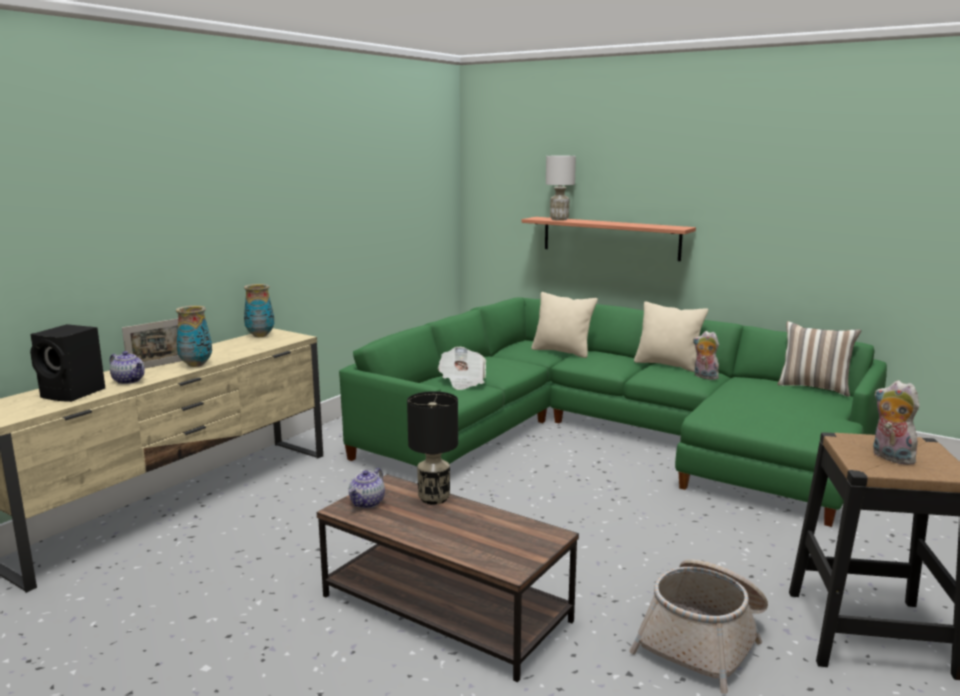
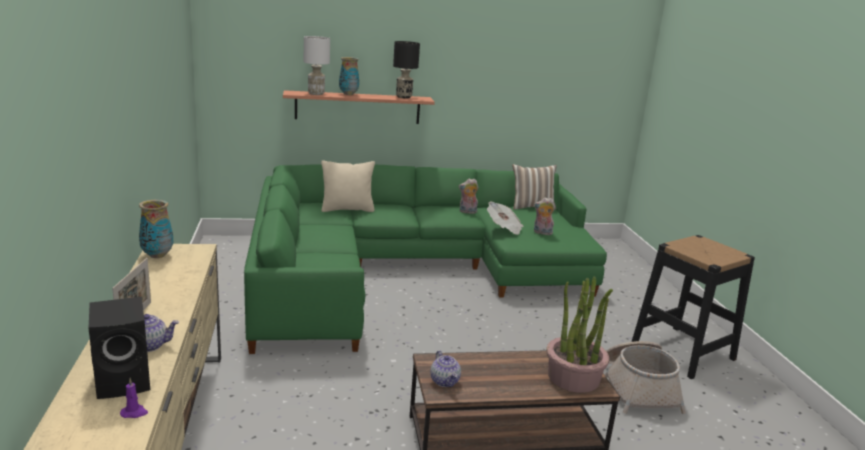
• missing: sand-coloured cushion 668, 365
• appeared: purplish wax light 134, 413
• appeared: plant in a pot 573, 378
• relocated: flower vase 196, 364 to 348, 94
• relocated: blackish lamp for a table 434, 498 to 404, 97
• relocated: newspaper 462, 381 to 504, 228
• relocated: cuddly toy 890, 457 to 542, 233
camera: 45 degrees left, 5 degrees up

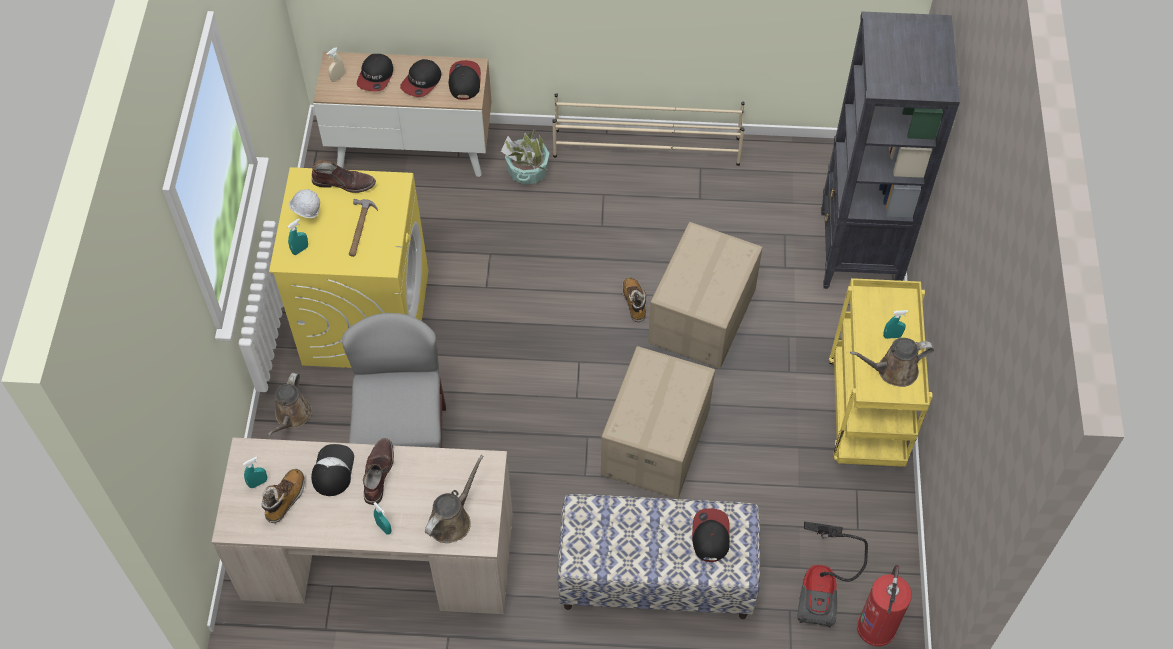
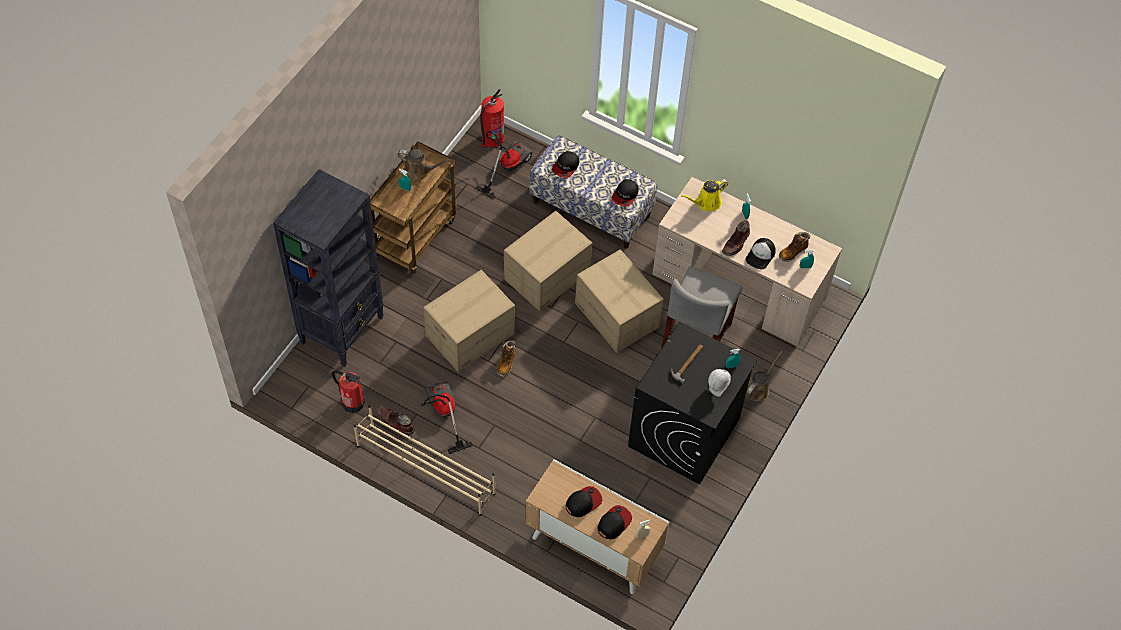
• missing: plant in a pot 527, 171
• appeared: fire extinguisher 352, 402
• appeared: vacuum 443, 414
• appeared: packing box 617, 315
• relocated: brown tall boot 344, 182 to 395, 422
• relocated: peaked cap 464, 81 to 625, 195
• colour: yellowish laundry appliance 365, 316 to blackish laundry appliance 684, 433
• colour: brown watering pot 452, 520 to yellowish watering pot 706, 203
• colour: yellowish wheeled cart 867, 415 to brown wheeled cart 415, 235
camera: 155 degrees left, 0 degrees up

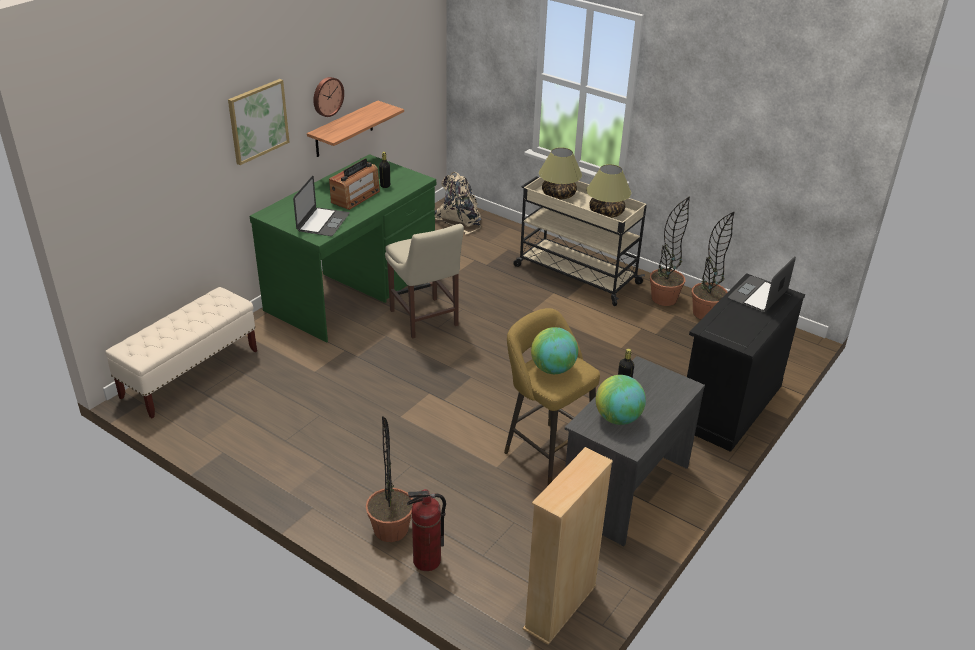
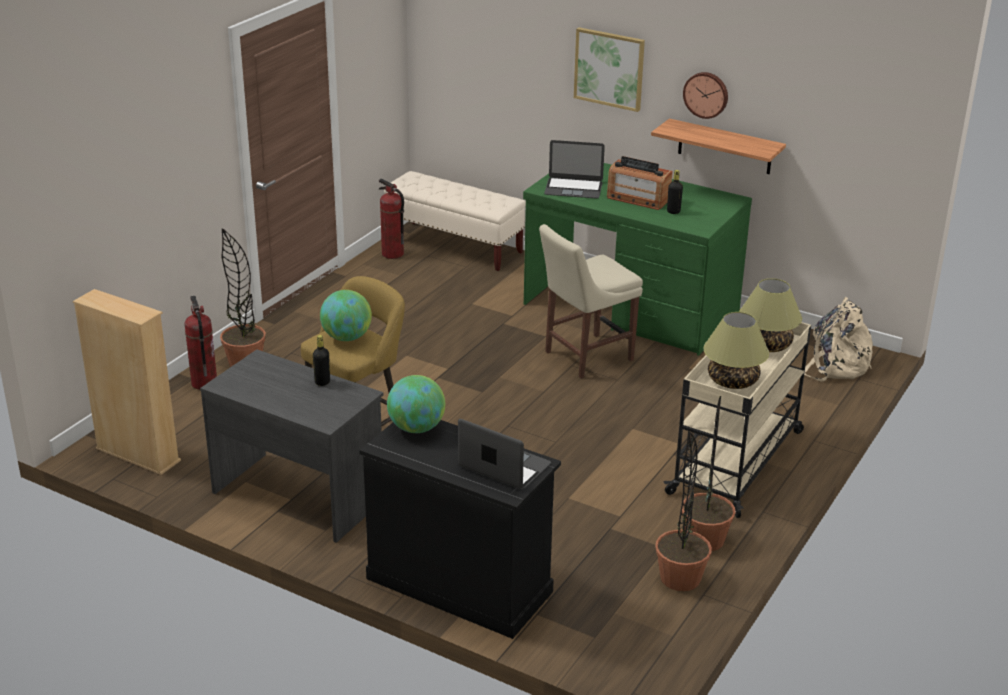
• appeared: fire extinguisher 392, 254
• relocated: desk globe 617, 418 to 416, 428
camera: 85 degrees right, 5 degrees down

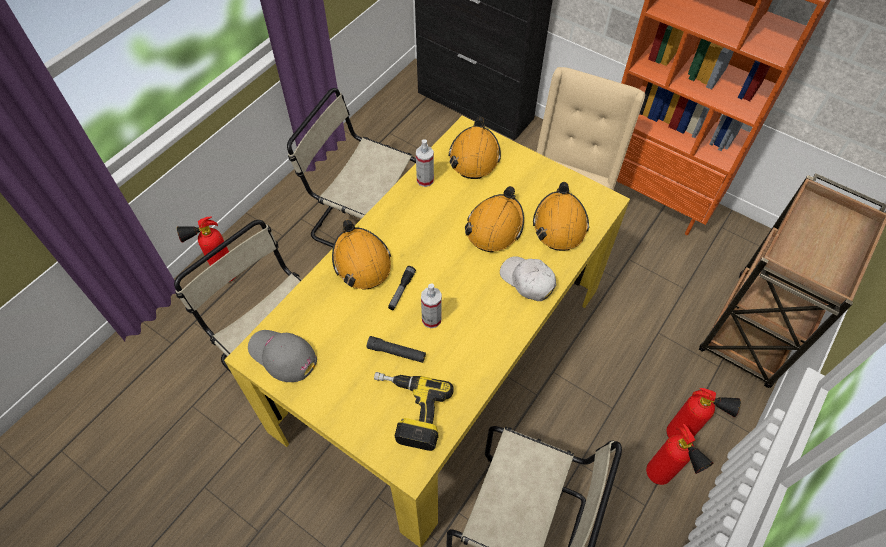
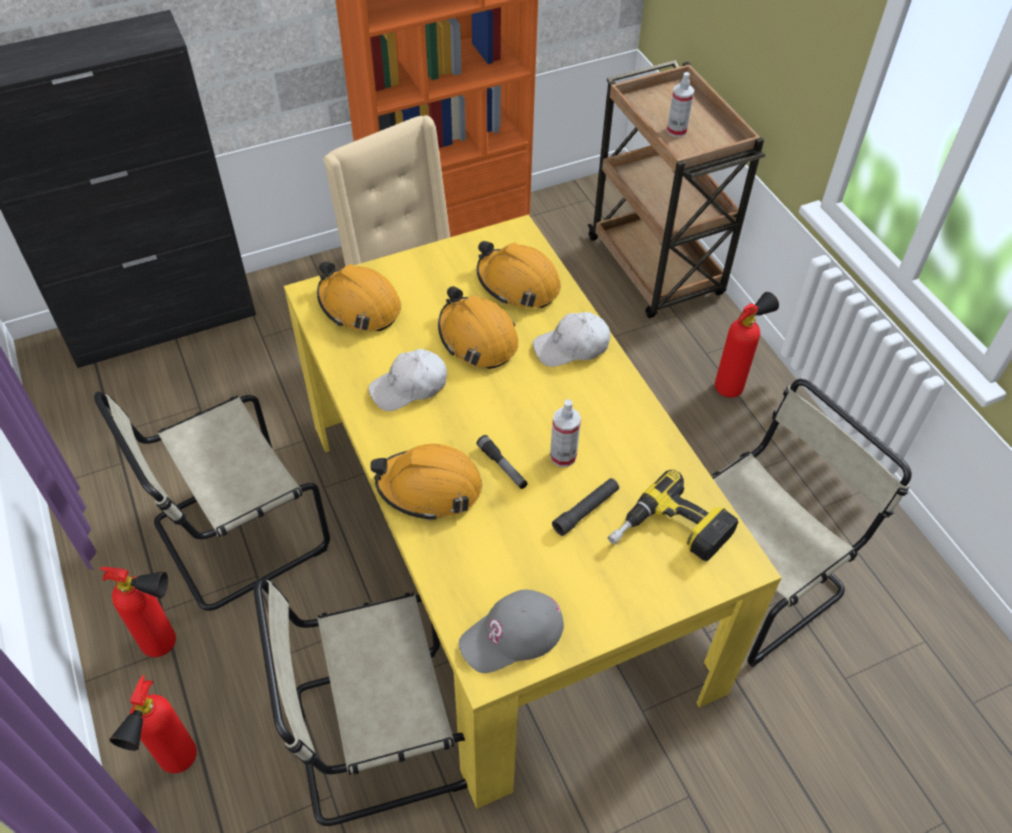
• appeared: white peaked cap 409, 387
• relocated: hand sprayer 425, 180 to 676, 131
• relocated: fire extinguisher 661, 479 to 168, 644
camera: 60 degrees left, 5 degrees down

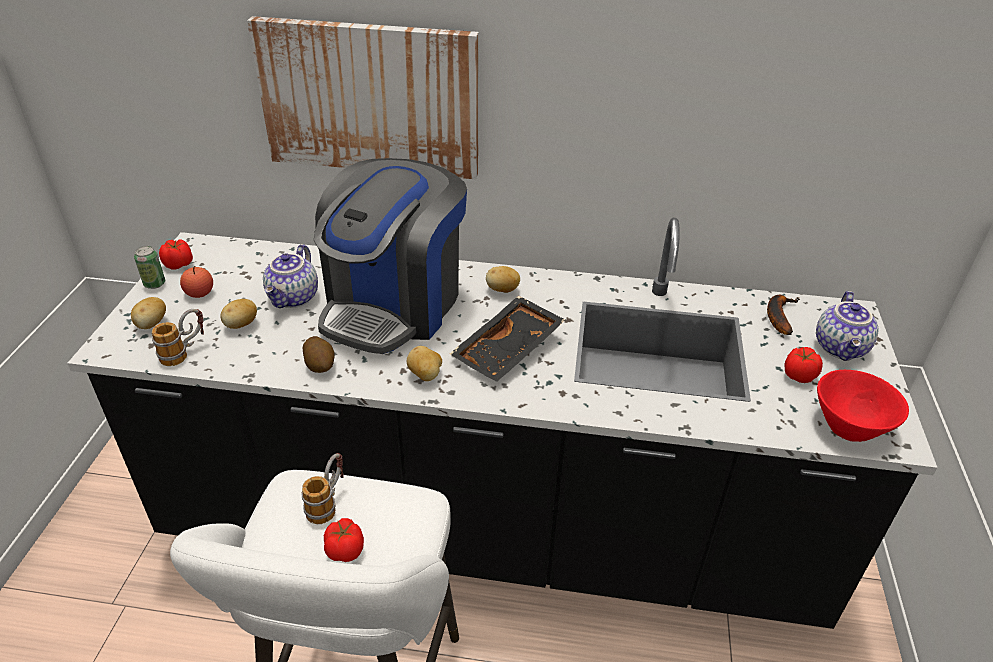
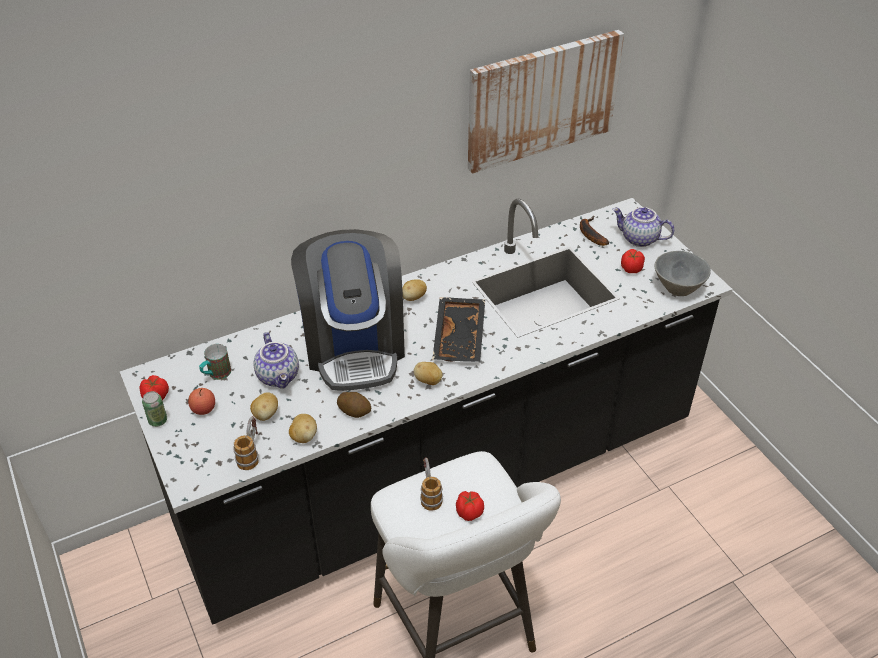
• appeared: mug 216, 375
• relocated: spud 152, 324 to 304, 436
• relocated: wall art 370, 98 to 542, 99
• colour: reddish bowl 852, 427 to gray bowl 679, 287
• spun: teapot 841, 348 = 639, 239 135 degrees clockwise
camera: 35 degrees left, 5 degrees up

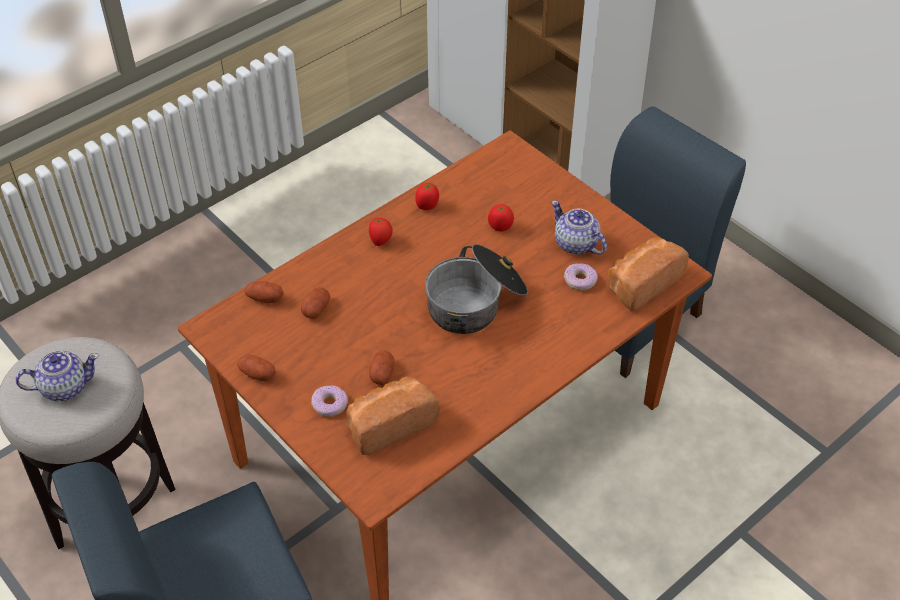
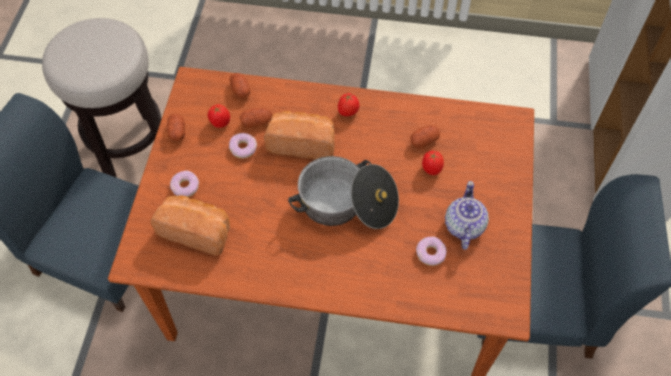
• missing: teapot 64, 387
• appeared: doughnut 243, 148
• relocated: spud 382, 373 to 424, 140
• relocated: tomato 427, 206 to 220, 123
• relocated: bread 641, 283 to 302, 142
camera: 50 degrees right, 10 degrees up

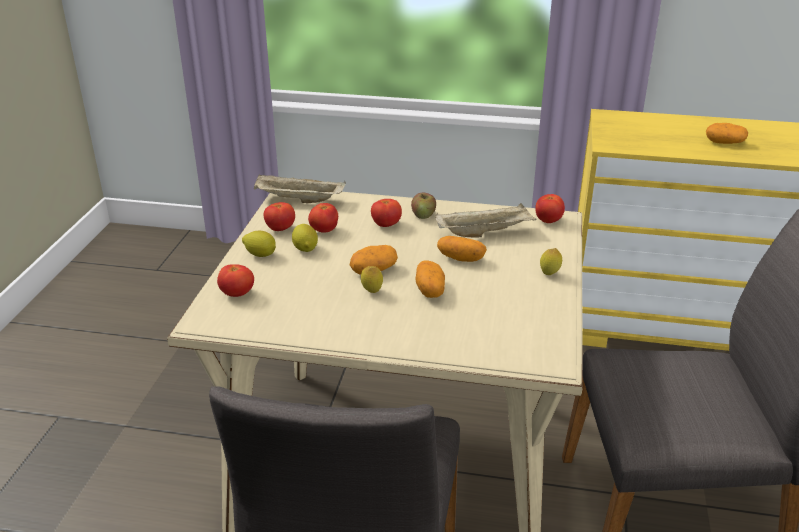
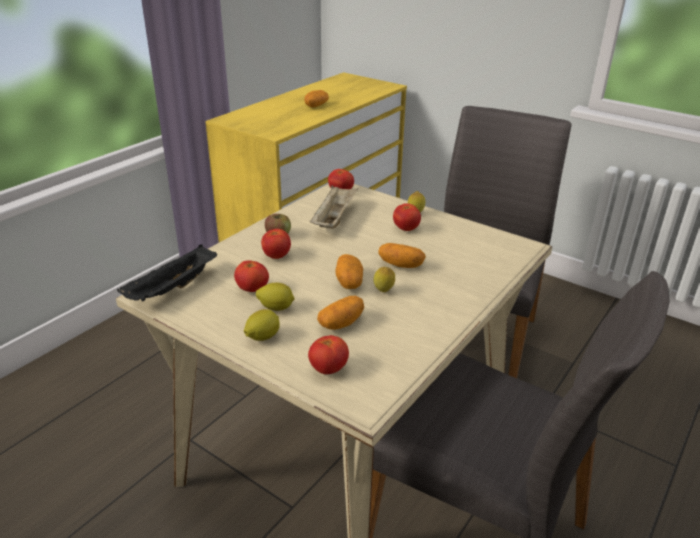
• relocated: tomato 280, 229 to 406, 229
• relocated: spud 461, 258 to 341, 323
• colour: sand-coloured serving tray 298, 200 to blackish serving tray 172, 289
camera: 65 degrees left, 0 degrees up

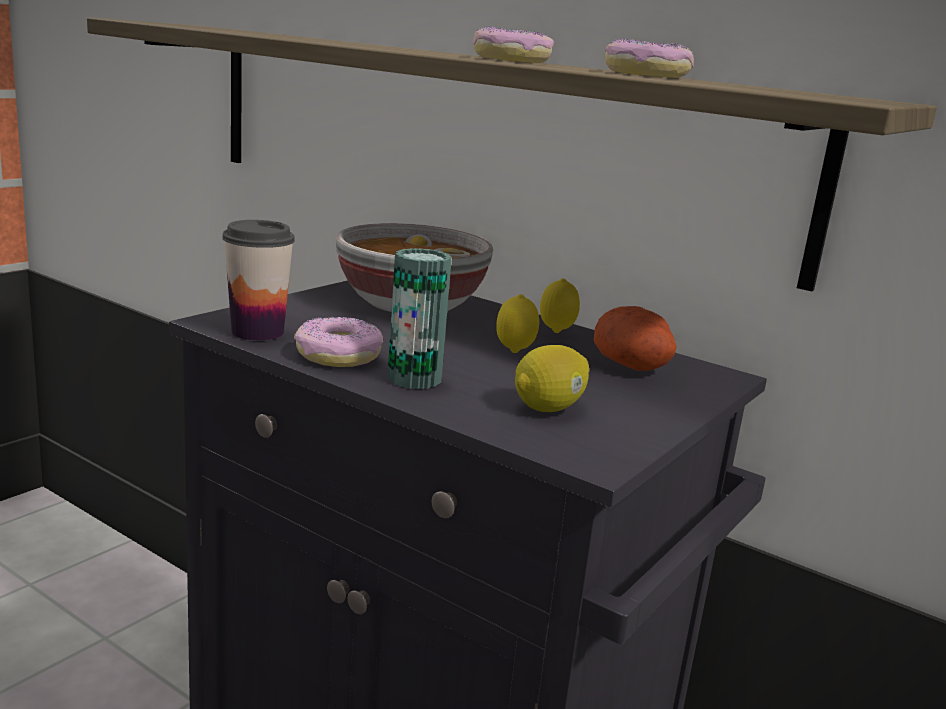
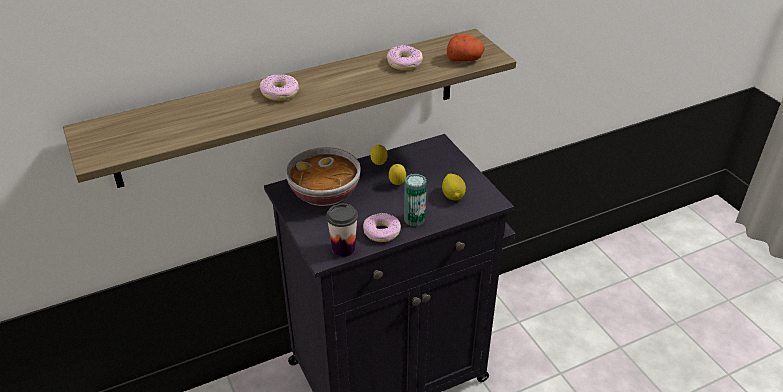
• relocated: doughnut 511, 60 to 280, 93
• relocated: spud 633, 366 to 465, 59
camera: 60 degrees left, 20 degrees up

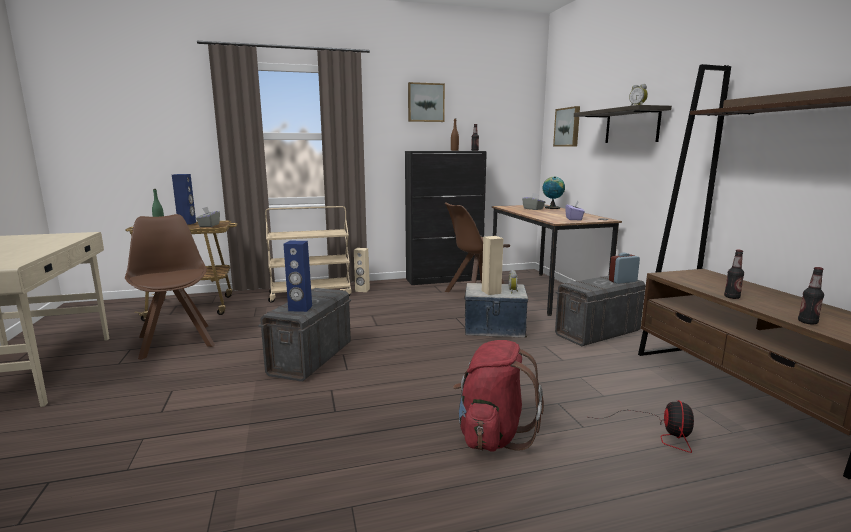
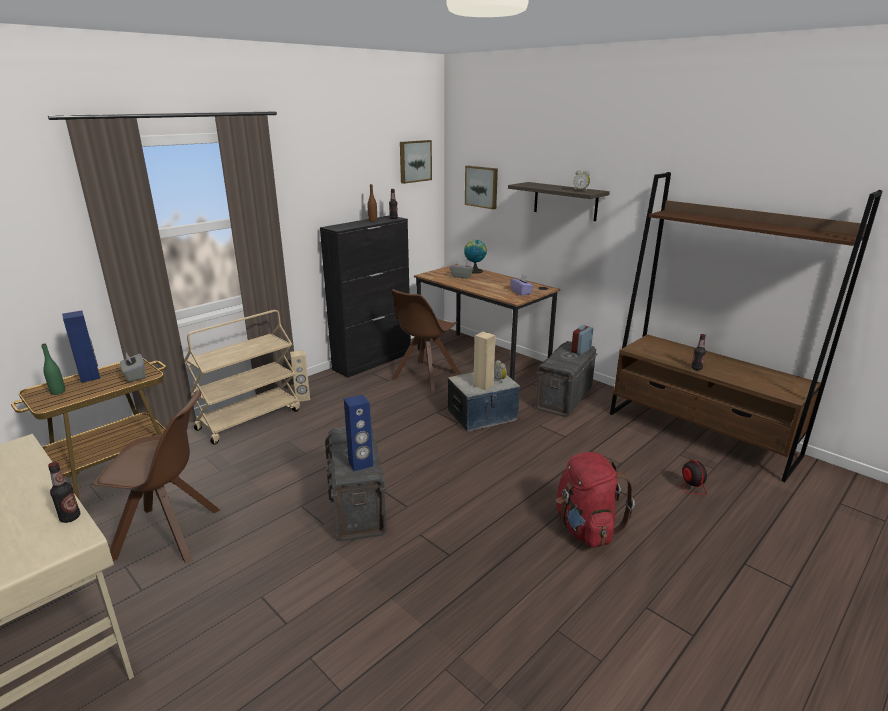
• relocated: wall art 425, 102 to 414, 161
• relocated: bottle 807, 322 to 70, 517
• spun: brown upright chair 176, 340 = 170, 534 150 degrees clockwise
camera: 30 degrees left, 10 degrees up

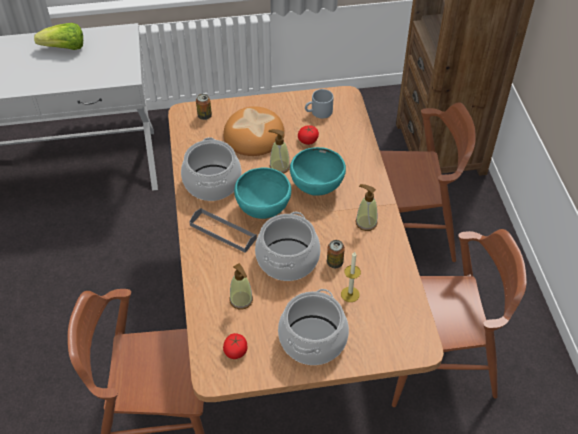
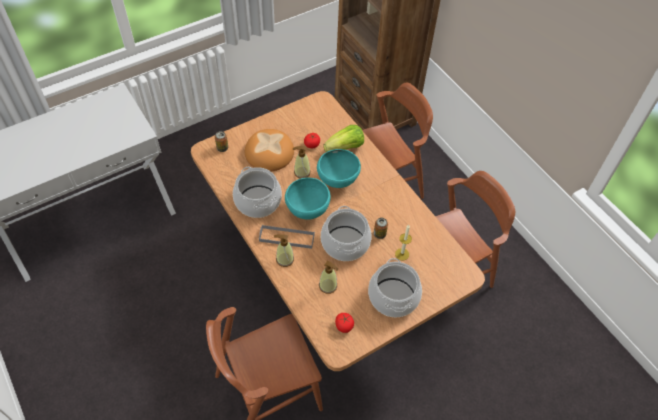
• missing: gray mug 318, 112
• relocated: lettuce head 64, 48 to 345, 147
• relocated: soap dispenser 366, 223 to 284, 259
camera: 25 degrees left, 5 degrees up

